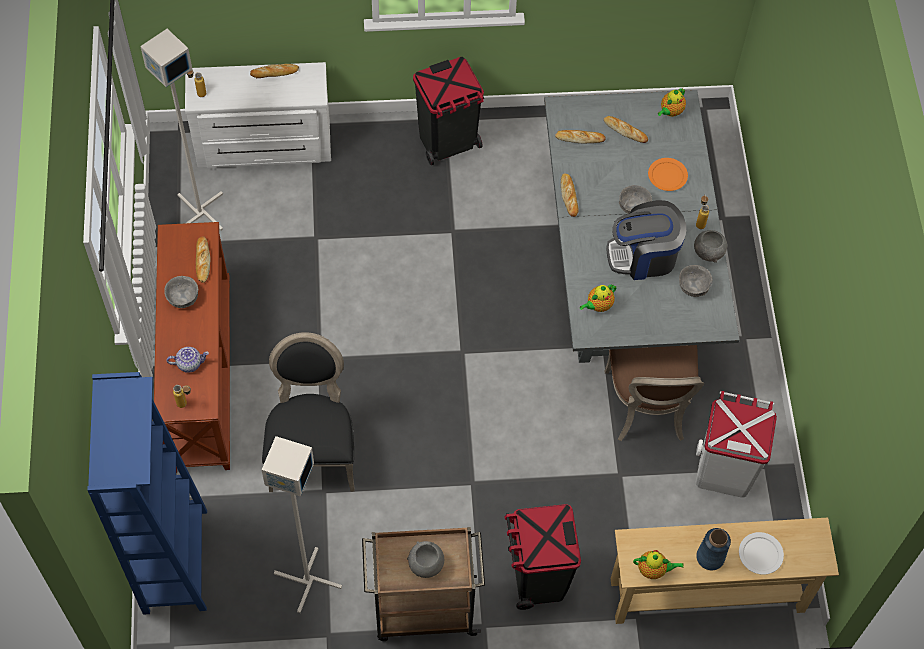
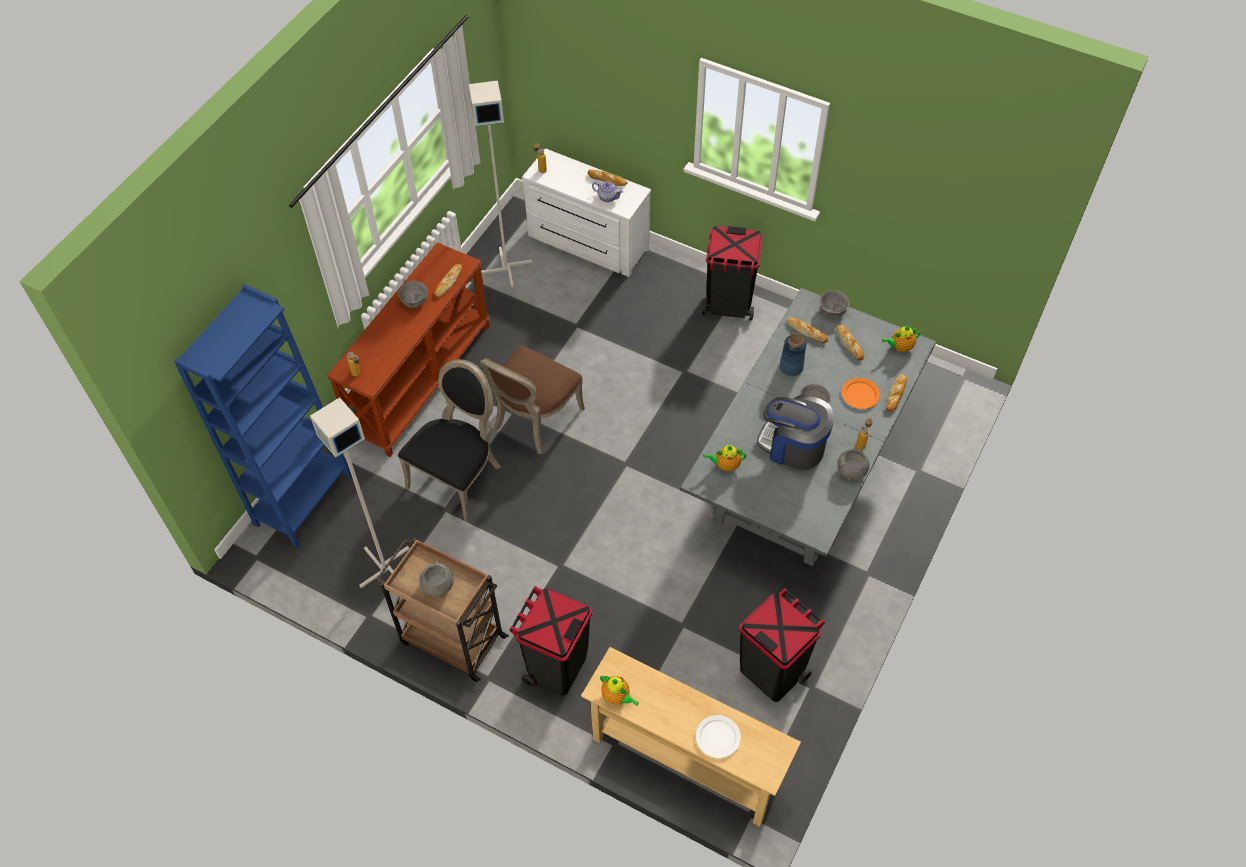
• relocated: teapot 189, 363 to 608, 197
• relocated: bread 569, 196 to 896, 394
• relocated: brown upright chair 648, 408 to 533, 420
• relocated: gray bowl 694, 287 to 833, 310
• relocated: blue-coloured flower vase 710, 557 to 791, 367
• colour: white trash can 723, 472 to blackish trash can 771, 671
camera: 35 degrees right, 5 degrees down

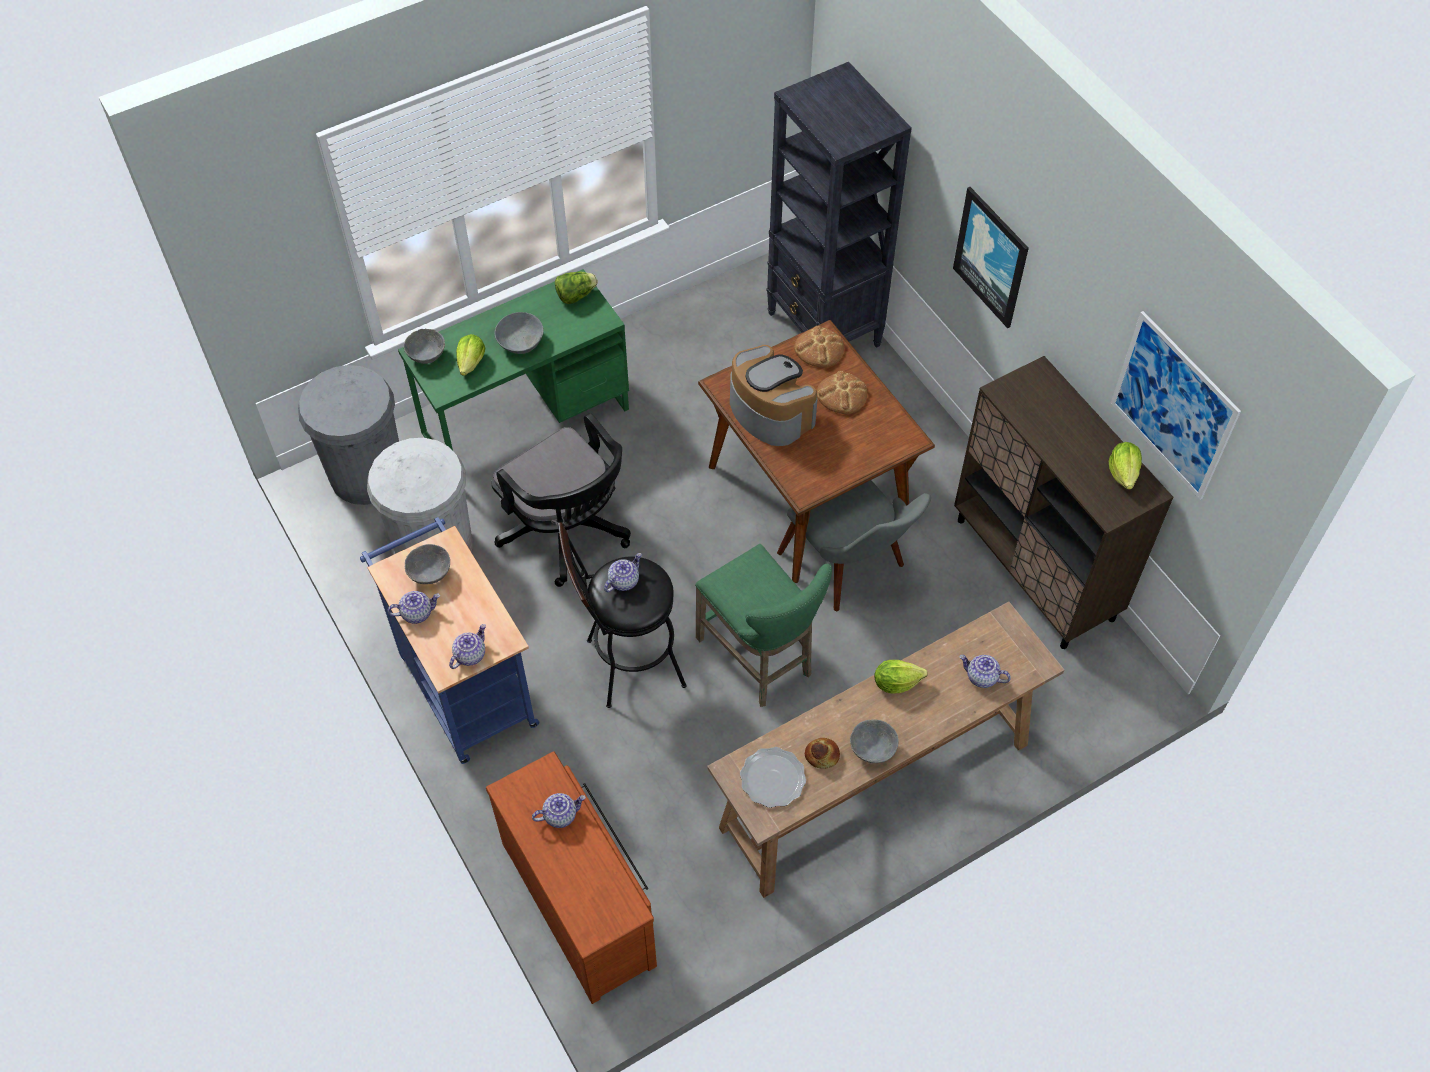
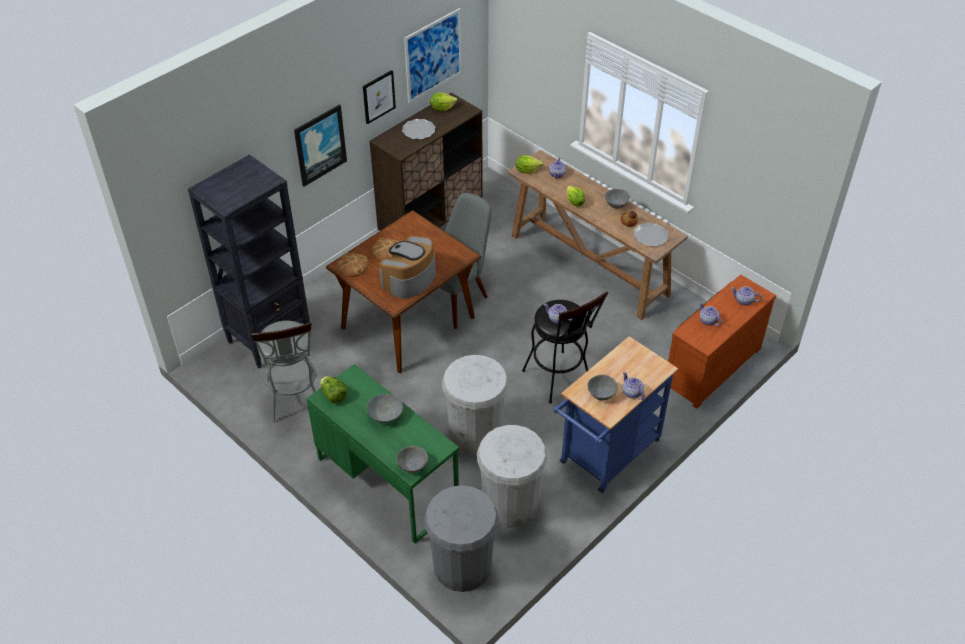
• missing: green stool seat 760, 659
• appeared: gray stool seat 296, 402
• appeared: wall art 378, 96
• appeared: dinner plate 418, 130
• relocated: teapot 470, 654 to 743, 301
• relocated: lettuce head 471, 363 to 527, 170
• exchanged: blackish office chair 568, 533 to white trash can 475, 432
camera: 105 degrees left, 10 degrees down

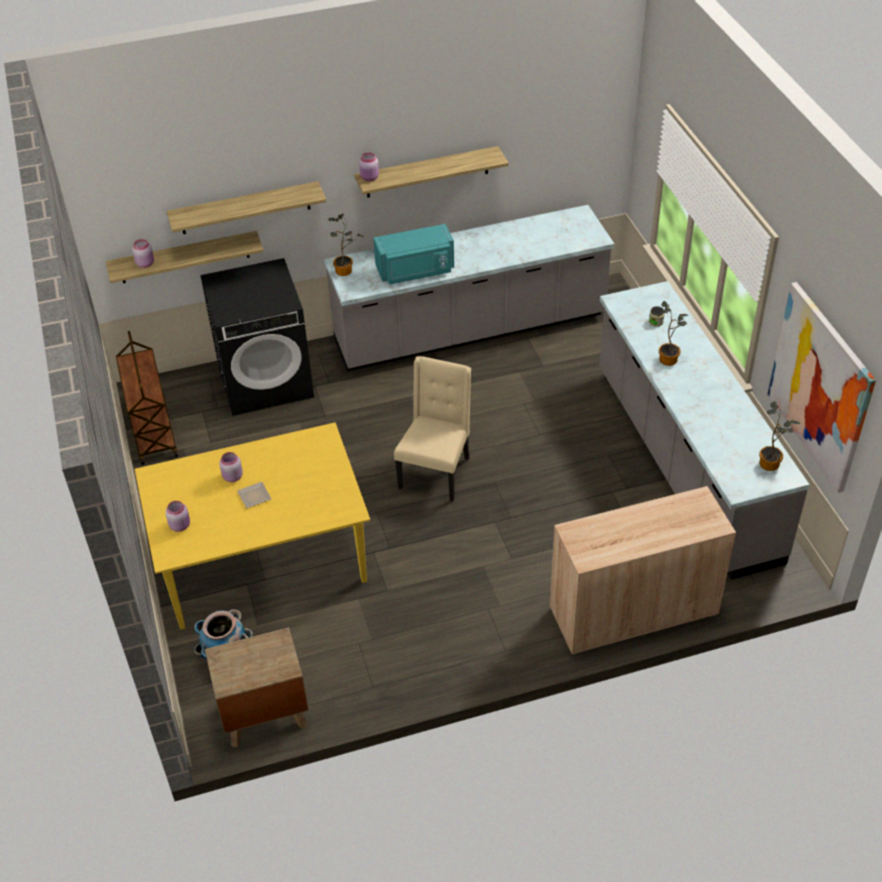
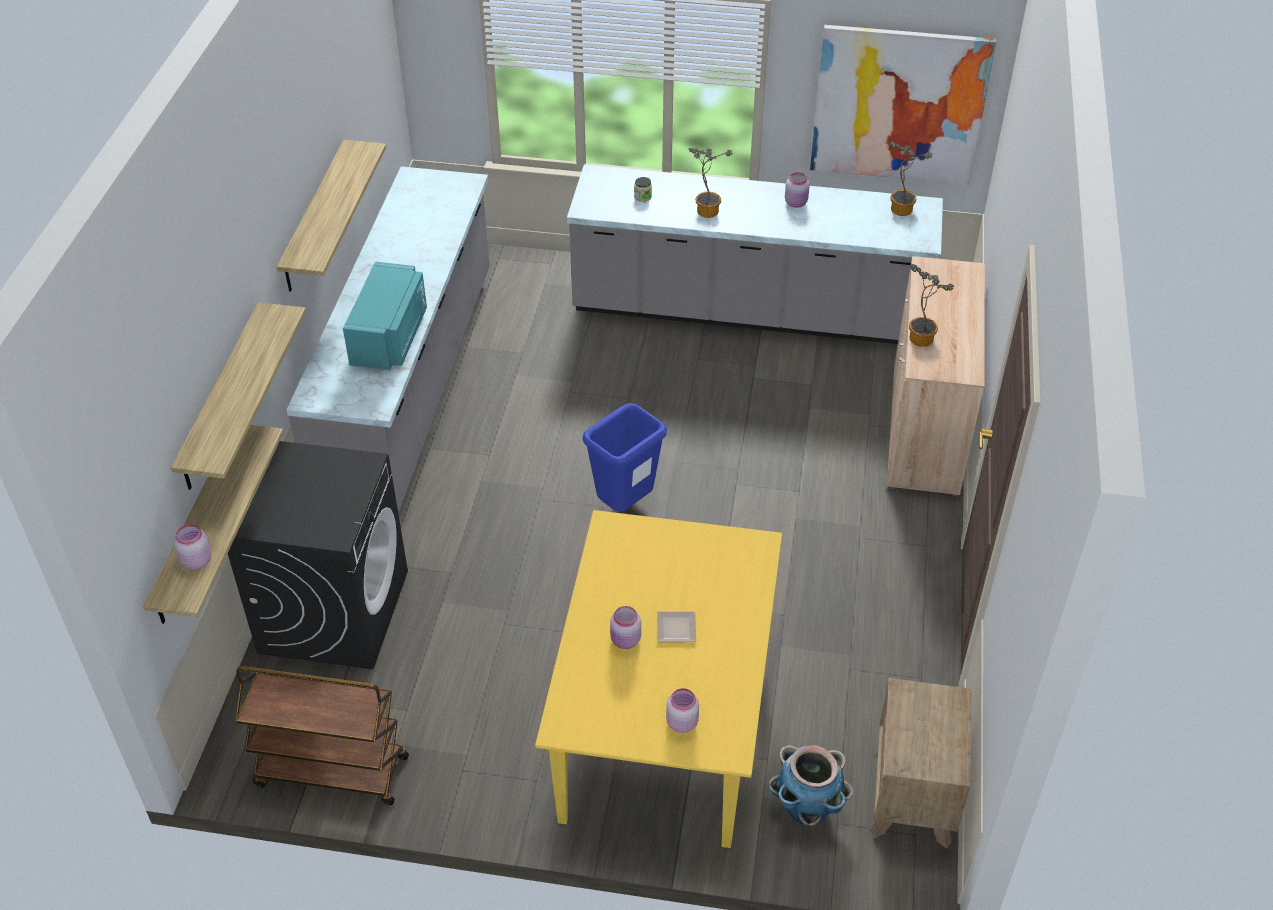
• relocated: plant in a pot 346, 271 to 922, 336
• relocated: pink preserve jar 370, 178 to 796, 203
• exchanged: sand-coloured upright chair 436, 472 to blue-coloured trash can 625, 504
camera: 65 degrees left, 0 degrees up

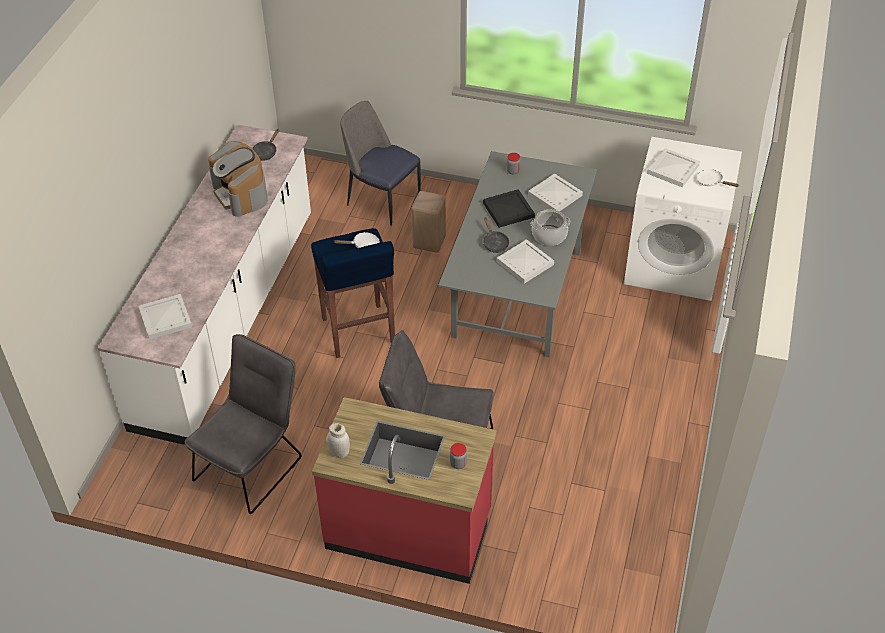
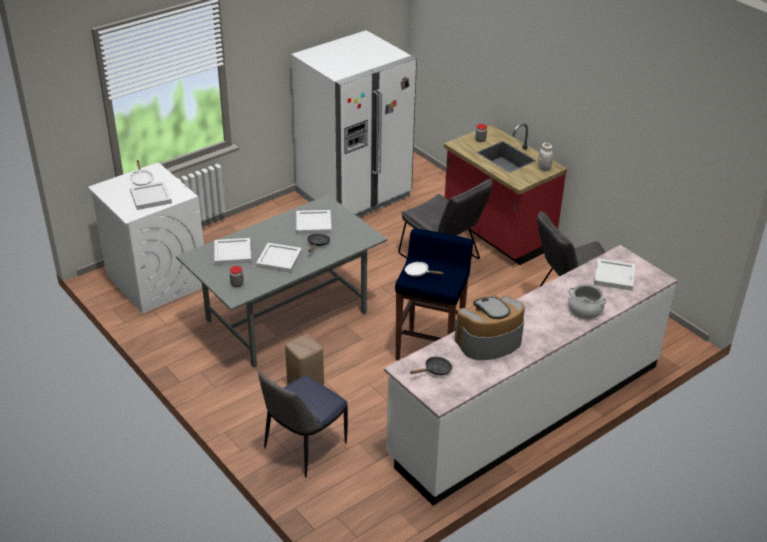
• appeared: white kitchen fridge 354, 195
• relocated: cooking pot 549, 235 to 584, 310
• colour: blackish serving tray 508, 209 to white serving tray 278, 259
• spun: coffee maker 241, 194 = 488, 342 120 degrees counterclockwise
• spun: upright chair 382, 200 = 303, 447 60 degrees clockwise
camera: 145 degrees left, 10 degrees down

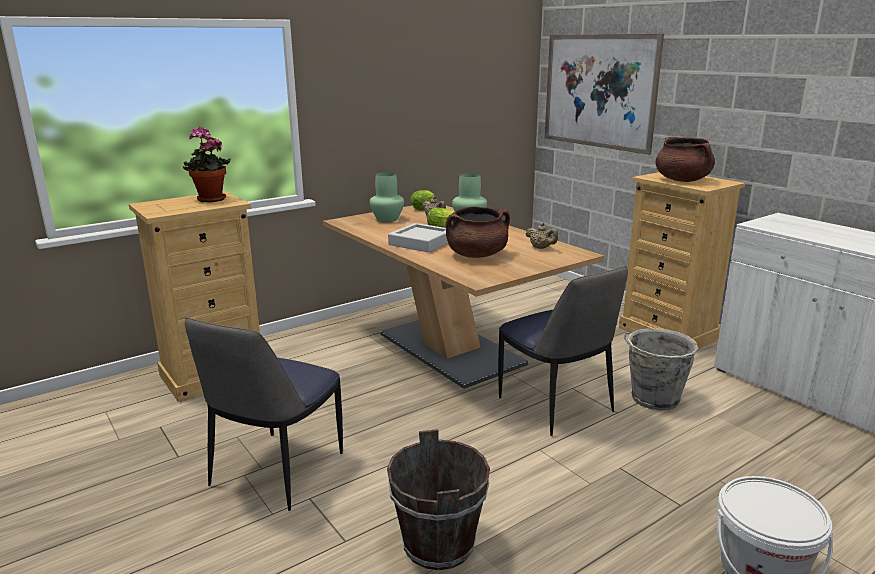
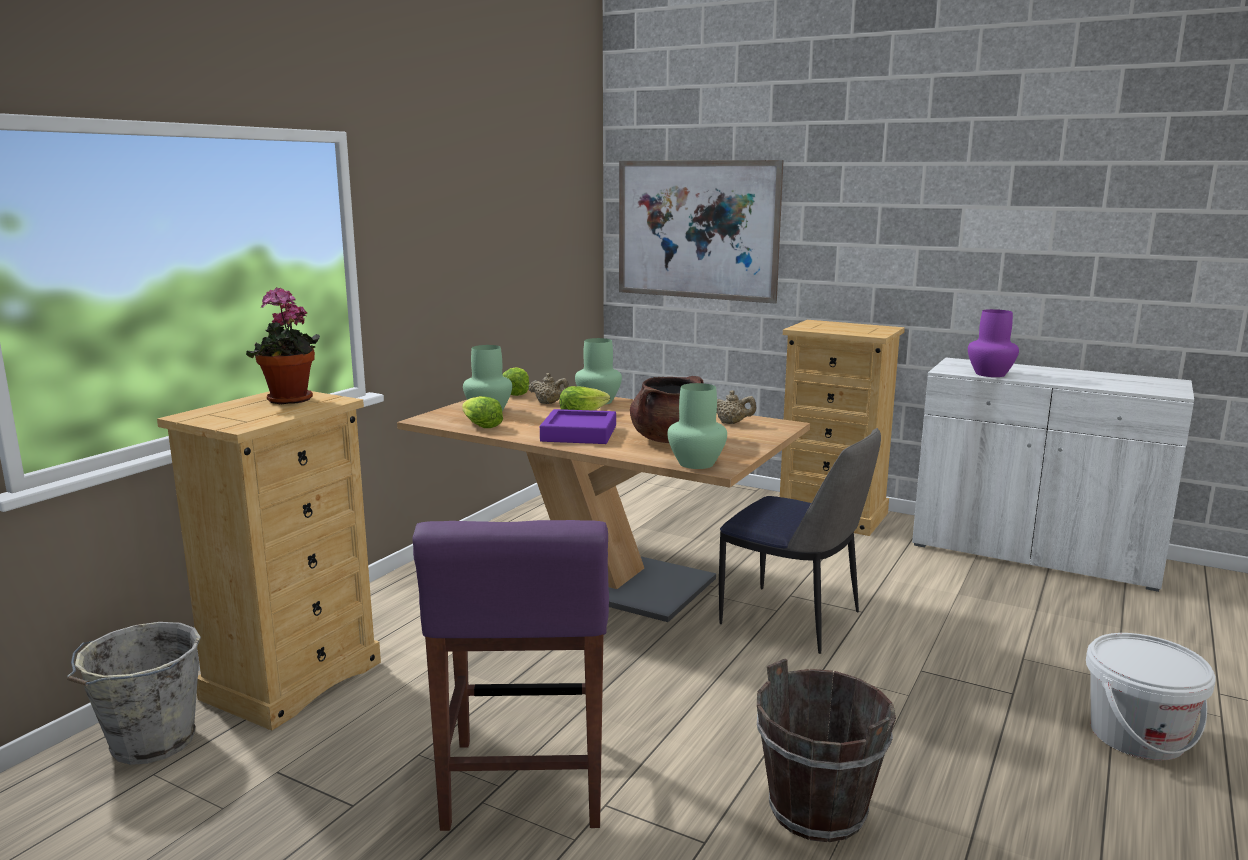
• missing: brown cooking pot 682, 180
• appeared: lettuce head 480, 426
• appeared: green flower vase 696, 464
• appeared: purplish flower vase 991, 374
• relocated: gray bucket 653, 399 to 150, 744
• exchanged: upright chair 275, 472 to purplish stool seat 524, 785
• colour: gray serving tray 421, 242 to purplish serving tray 579, 434
camera: 25 degrees left, 5 degrees down

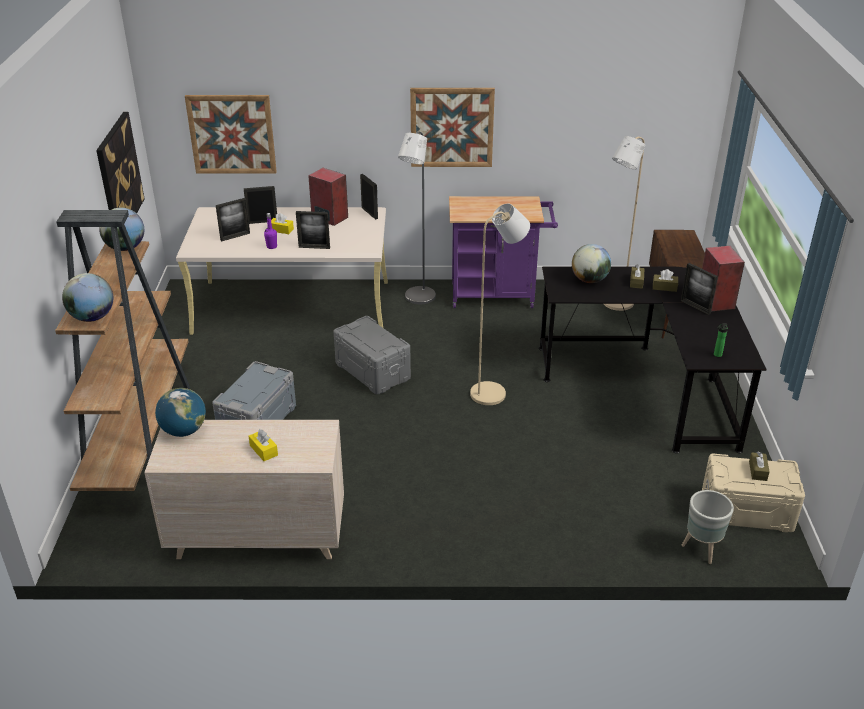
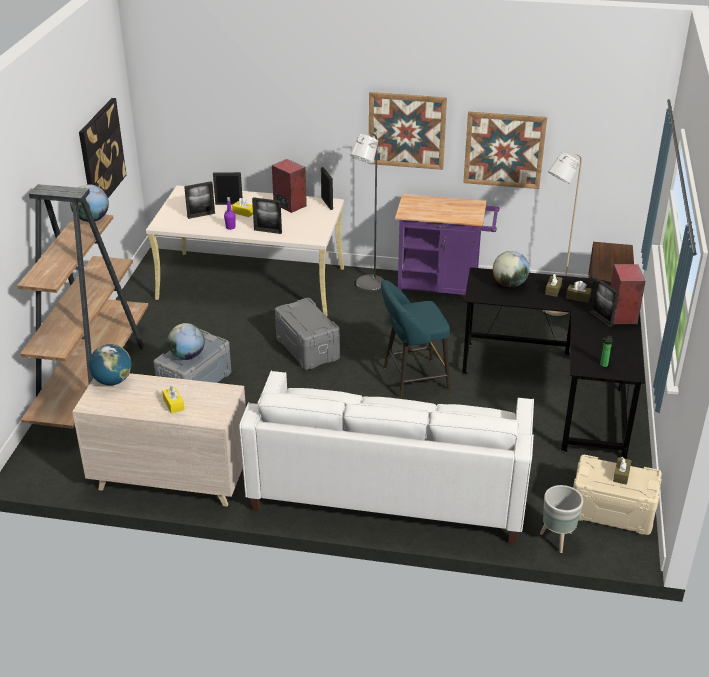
• appeared: white couch 389, 487
• relocated: desk globe 92, 317 to 187, 356
• relocated: wall art 232, 134 to 504, 150
• exchanged: sand-coloured floor lamp 494, 392 to blue-green stool seat 412, 379
camera: 10 degrees right, 0 degrees up

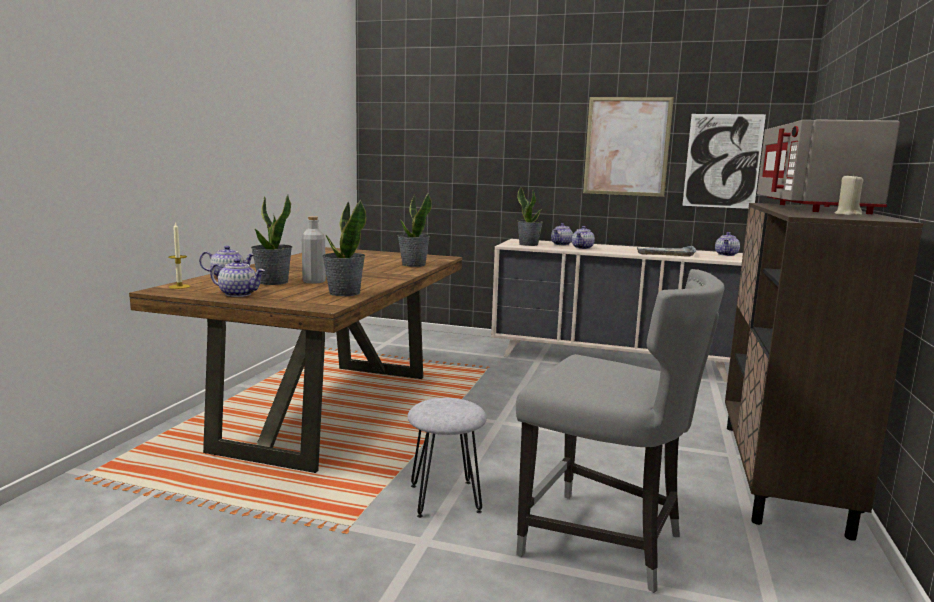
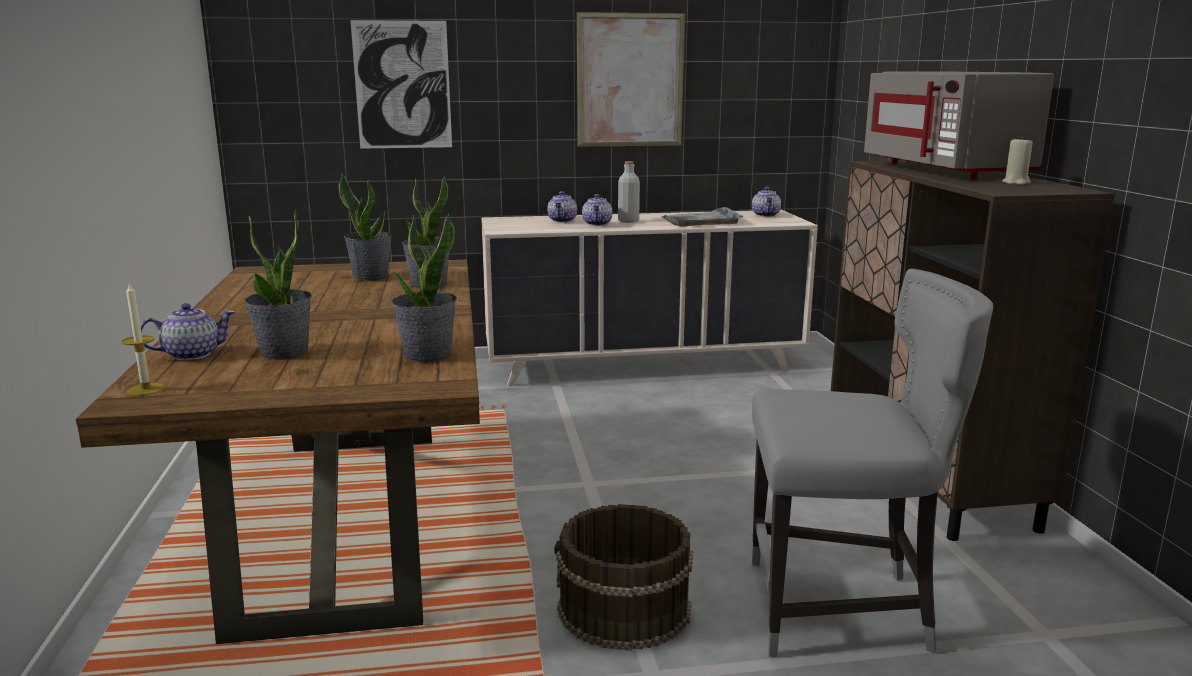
• missing: teapot 239, 294
• relocated: gray bottle 314, 281 to 628, 221
• relocated: plant in a pot 528, 244 to 371, 277
• relocated: wall art 722, 161 to 402, 85
• exchanged: gray stool seat 445, 499 to brown bucket 623, 610
camera: 25 degrees left, 5 degrees up

